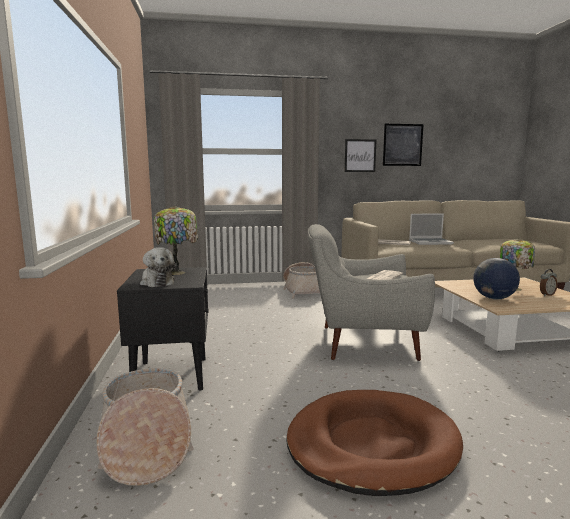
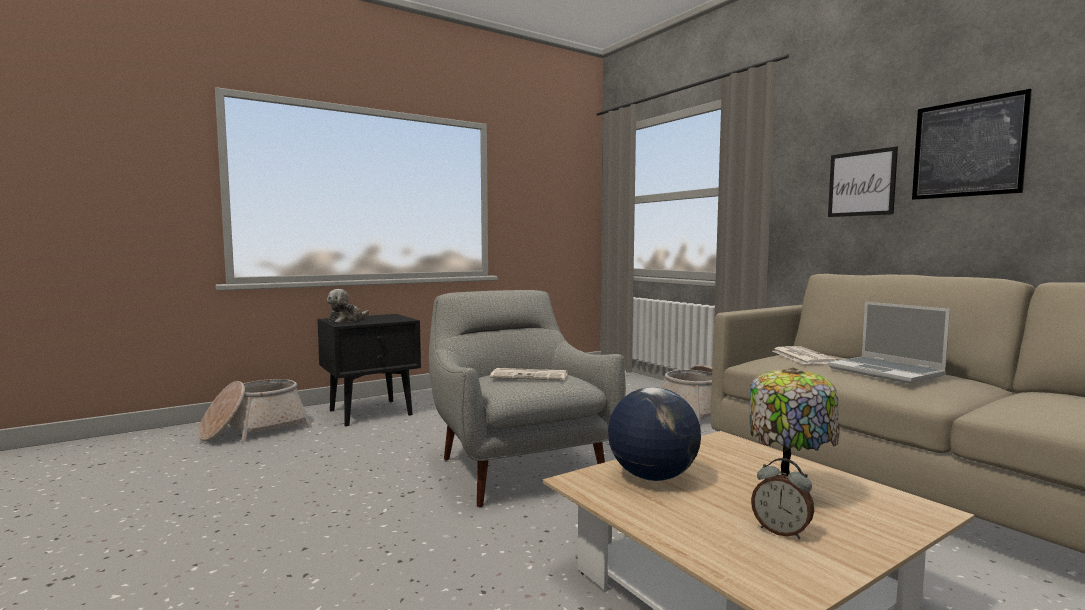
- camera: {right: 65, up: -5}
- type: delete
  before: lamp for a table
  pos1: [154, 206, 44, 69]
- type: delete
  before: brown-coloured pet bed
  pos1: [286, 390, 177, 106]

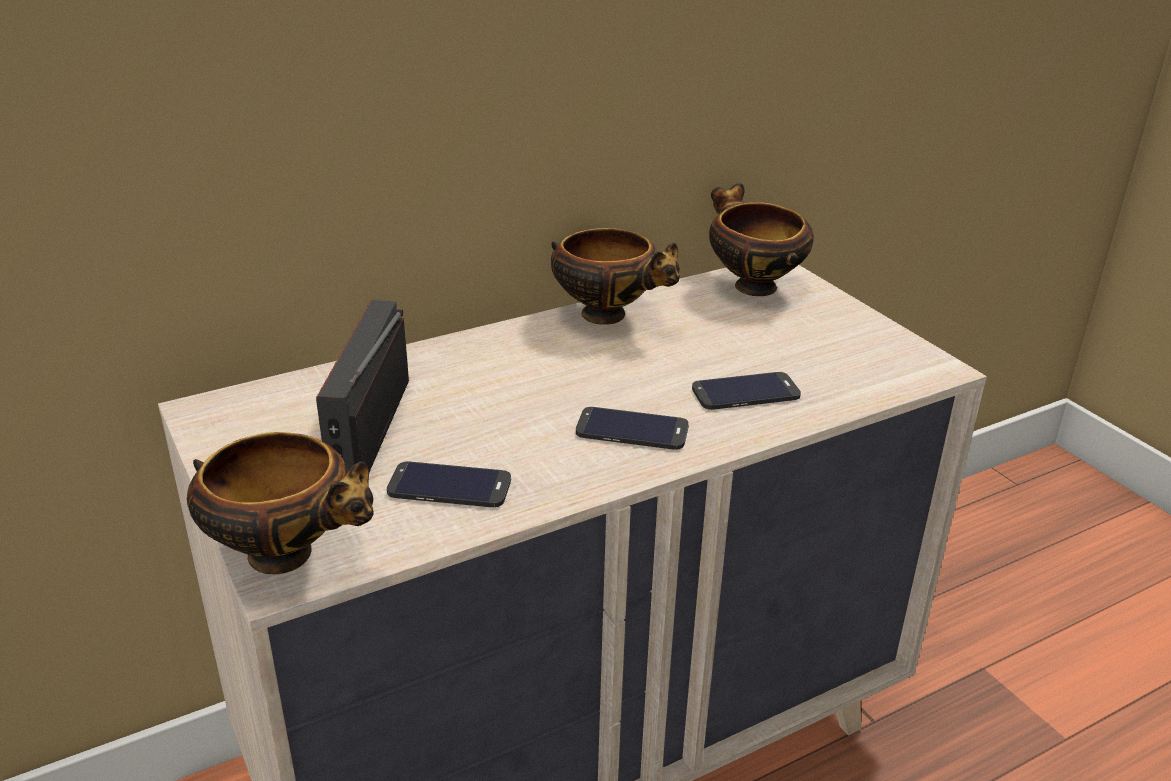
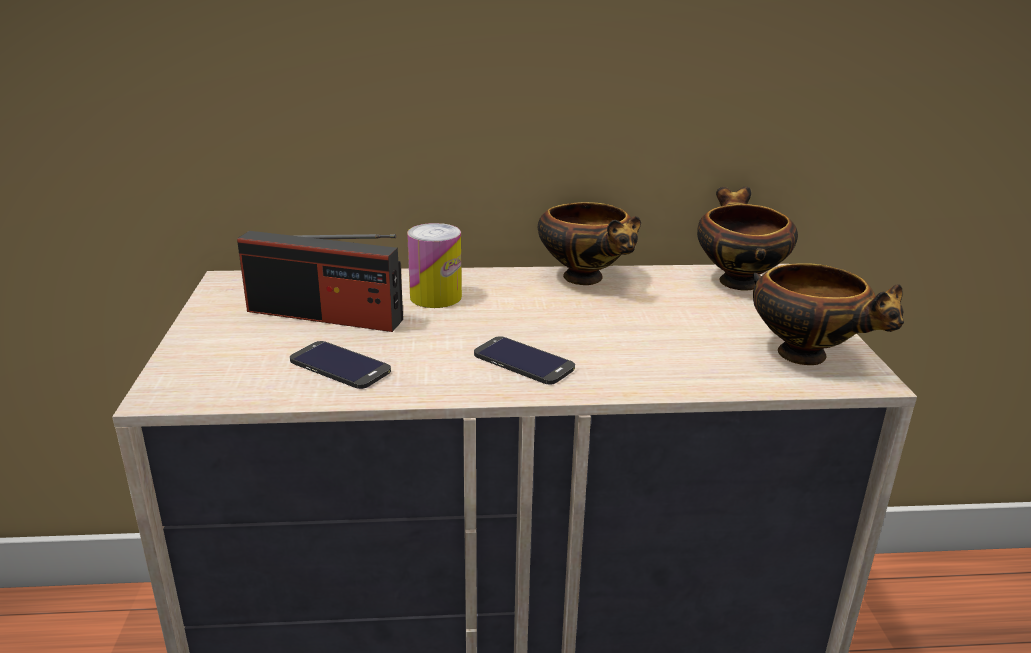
- camera: {right: 25, up: -5}
- type: move
  before: deep dish
  pos1: [187, 432, 187, 142]
  pos2: [753, 263, 151, 102]
- type: rotate
  before: radio set
  pos1: [316, 300, 93, 172]
  pos2: [237, 231, 166, 101]
  turn: -105
- type: delete
  before: handset
  pos1: [692, 372, 109, 38]
- type: insert
  after: can
  pos2: [407, 223, 55, 85]

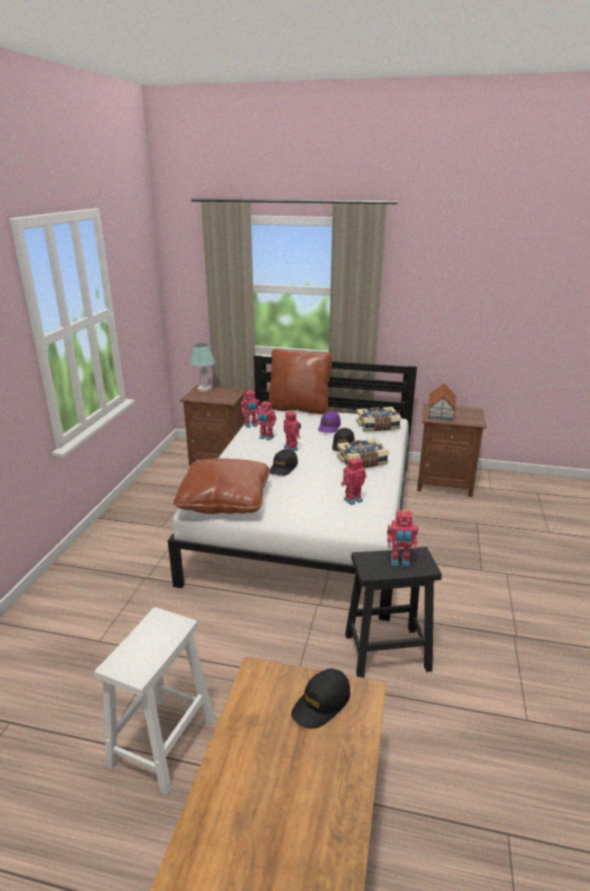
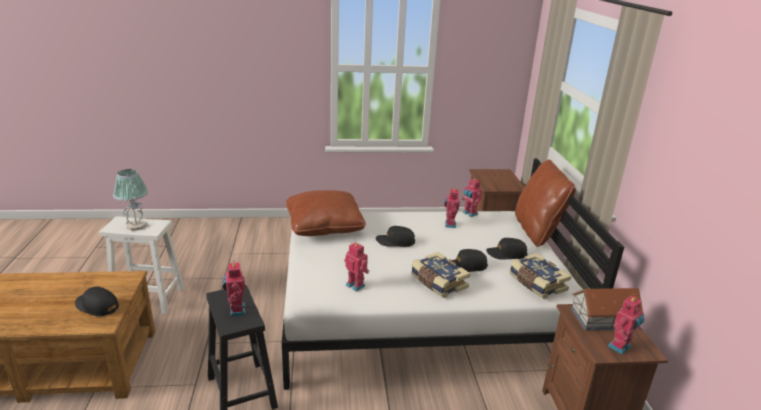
- camera: {right: 70, up: 0}
- type: move
  before: lamp for a table
  pos1: [190, 344, 25, 48]
  pos2: [113, 169, 35, 62]
- type: move
  before: toy robot
  pos1: [284, 411, 17, 40]
  pos2: [608, 296, 36, 59]
- type: recolor
  before: purple-coloured peaked cap
  after: blackish peaked cap
  pos1: [318, 411, 23, 22]
  pos2: [486, 238, 42, 21]

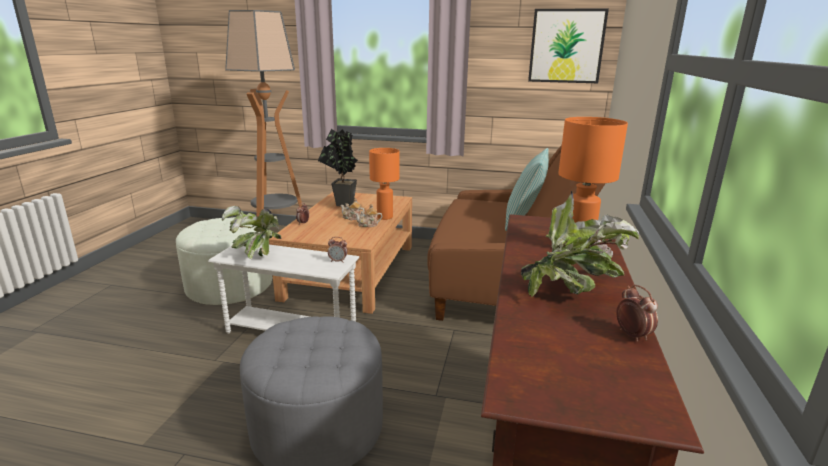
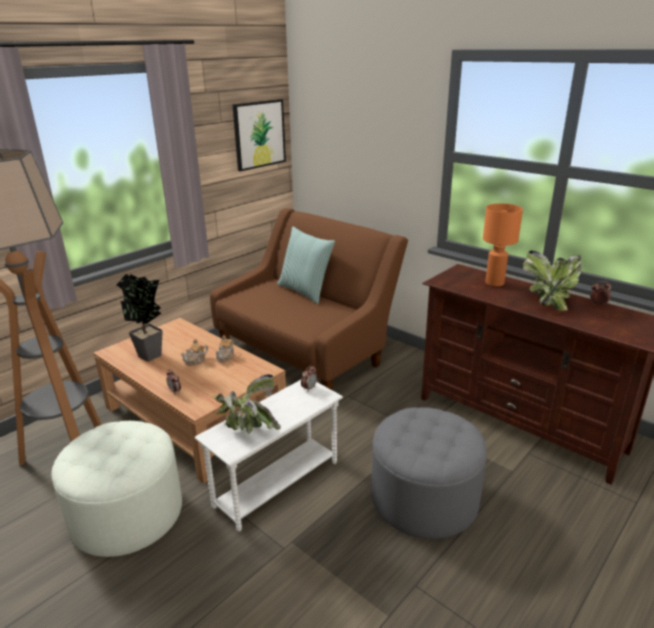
- camera: {right: -60, up: 5}
- type: delete
  before: orangey lamp for a table
  pos1: [369, 148, 31, 72]

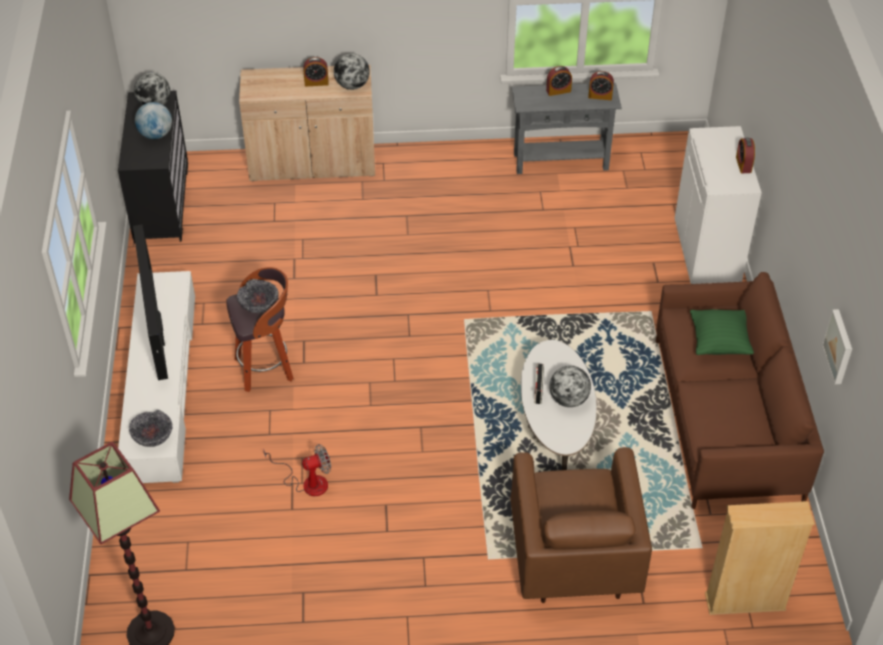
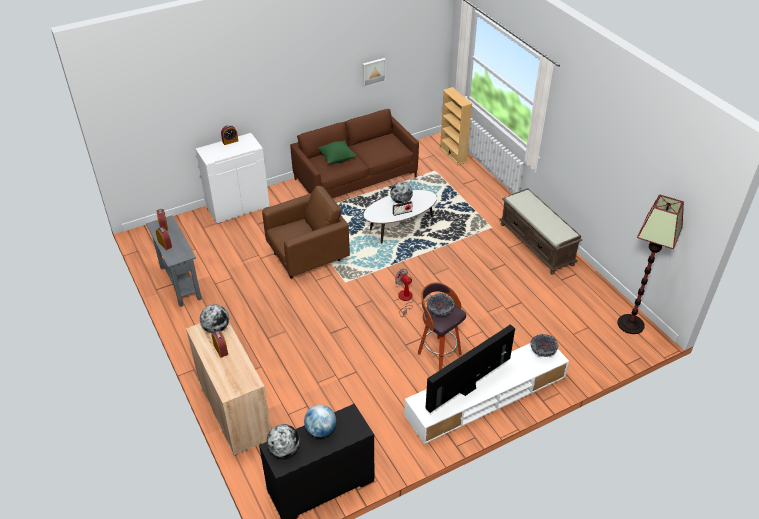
- camera: {right: -115, up: -5}
- type: move
  before: electric fan
  pos1: [263, 444, 68, 52]
  pos2: [395, 269, 19, 48]
- type: move
  before: brown-coloured lounge chair
  pos1: [510, 447, 142, 156]
  pos2: [262, 186, 88, 93]
- type: insert
  after: brown-coloured indoor bench
  pos2: [499, 188, 83, 87]

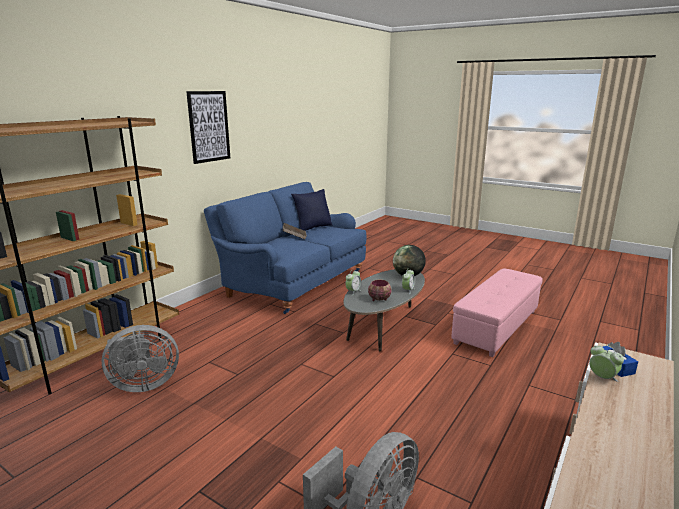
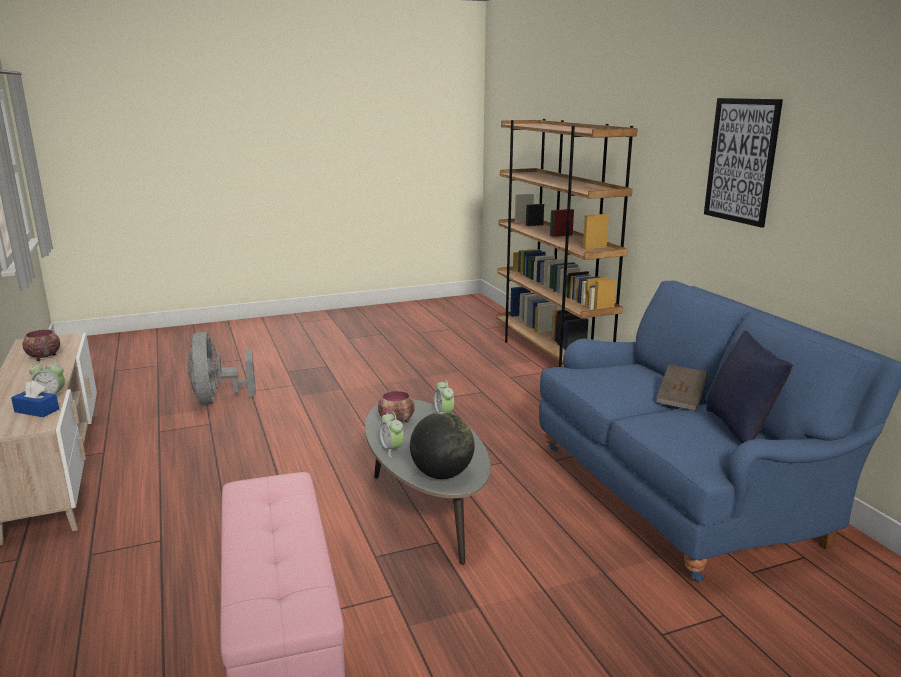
- camera: {right: 125, up: 0}
- type: delete
  before: greyish electric fan
  pos1: [101, 325, 78, 67]
- type: insert
  after: deep dish
  pos2: [22, 329, 38, 32]

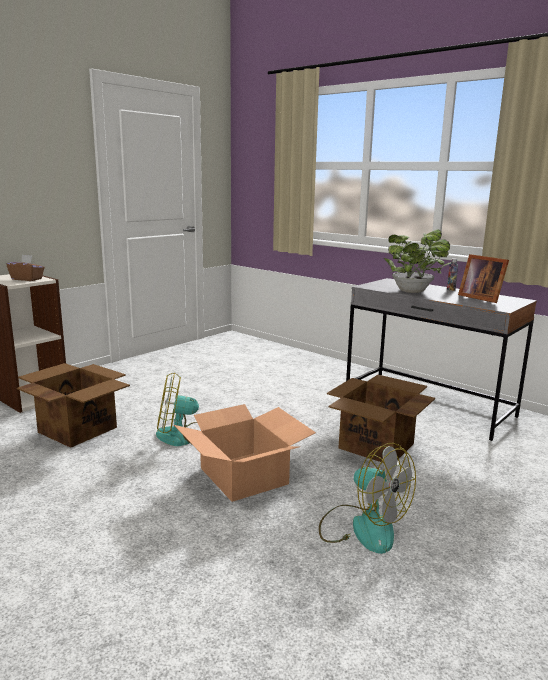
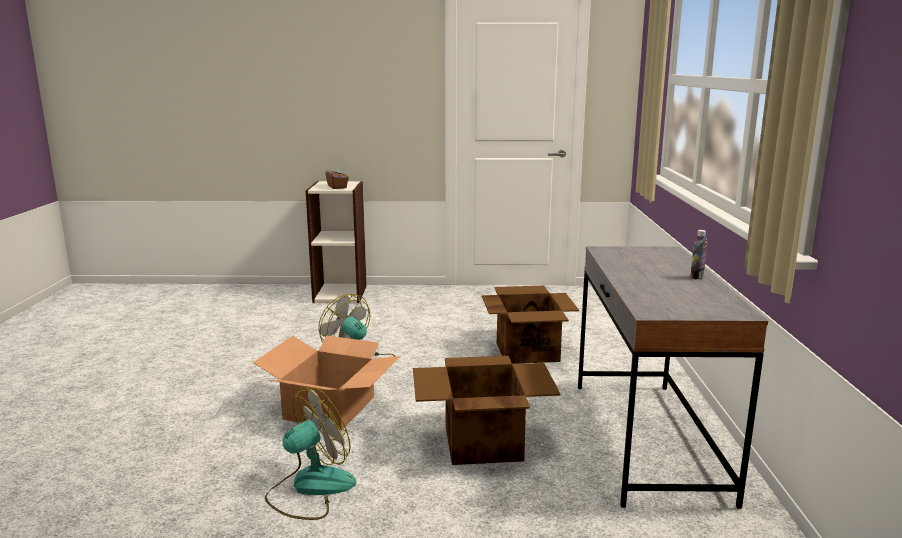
- camera: {right: 50, up: 0}
- type: move
  before: packing box
  pos1: [17, 363, 113, 85]
  pos2: [482, 286, 97, 78]
- type: rotate
  before: electric fan
  pos1: [319, 443, 97, 111]
  pos2: [265, 387, 91, 133]
  turn: -135
- type: delete
  before: houseplant
  pos1: [384, 229, 67, 64]
- type: delete
  before: picture frame
  pos1: [458, 254, 51, 49]

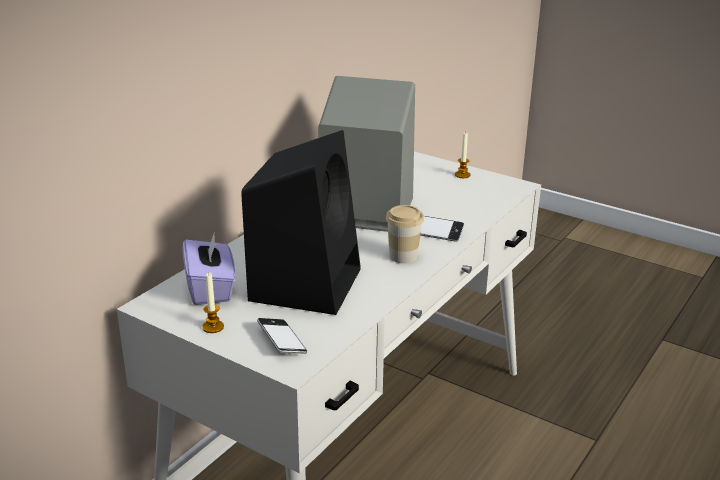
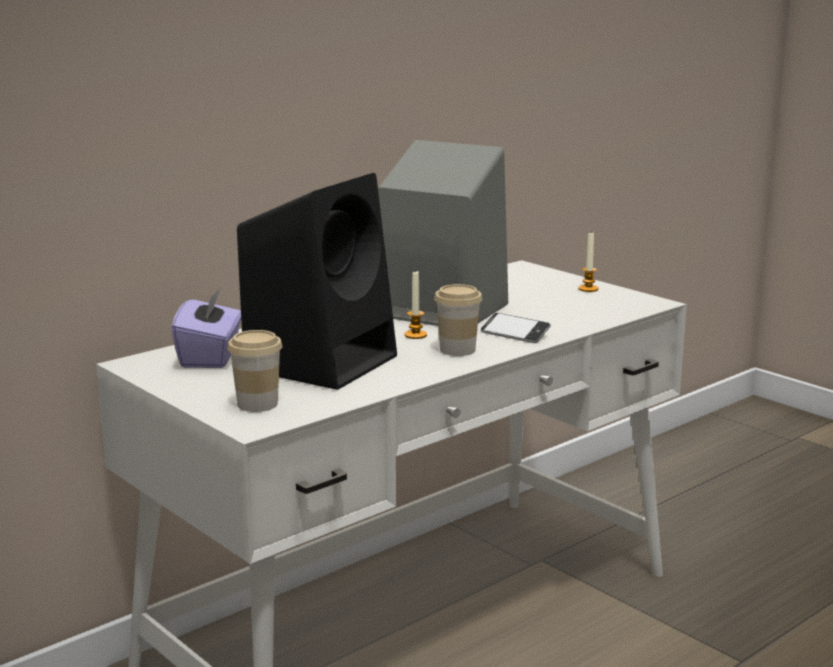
- camera: {right: 15, up: -10}
- type: move
  before: wax candle
  pos1: [202, 272, 22, 61]
  pos2: [404, 270, 23, 69]
- type: replace
  before: handset
  after: drinking cup
  pos1: [257, 318, 50, 36]
  pos2: [228, 330, 55, 82]

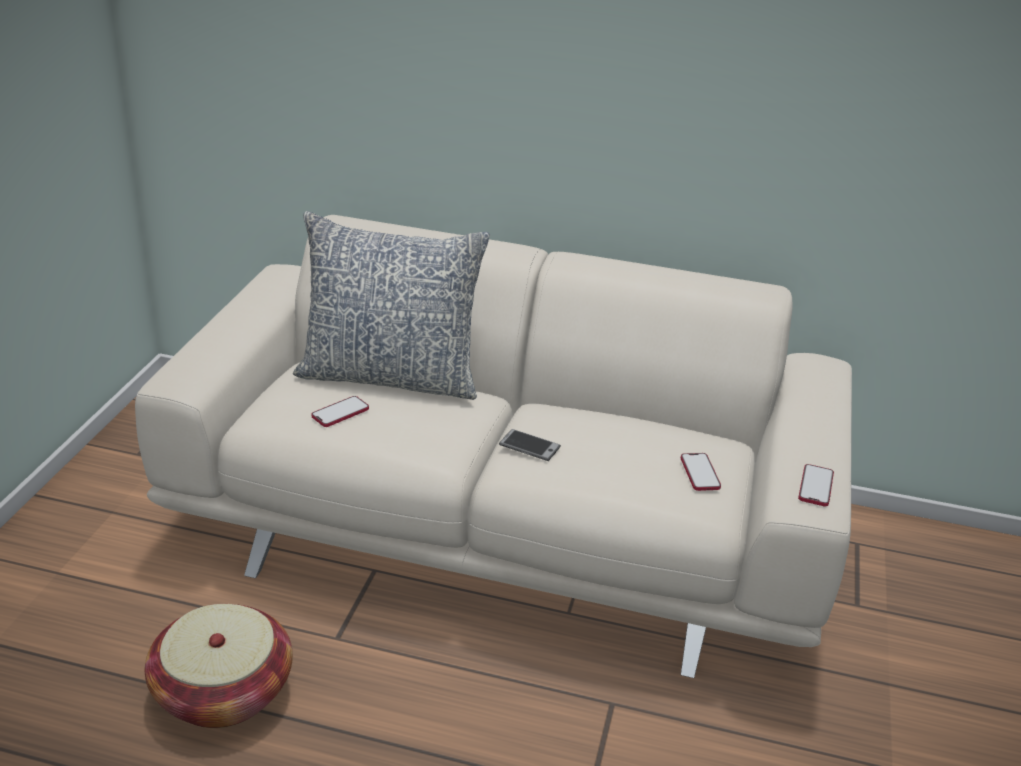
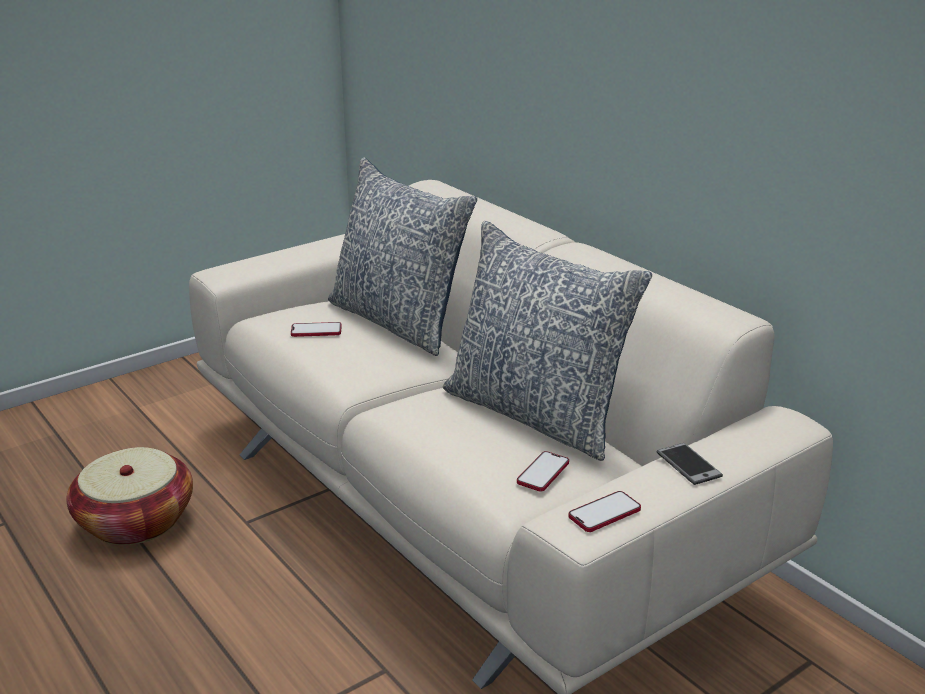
- camera: {right: 40, up: -5}
- type: move
  before: handset
  pos1: [499, 429, 62, 32]
  pos2: [657, 443, 66, 42]
- type: insert
  after: throw pillow
  pos2: [443, 221, 209, 240]

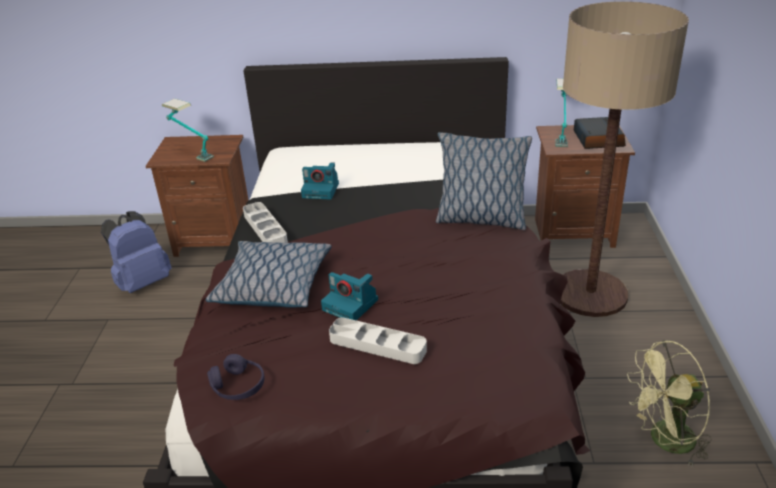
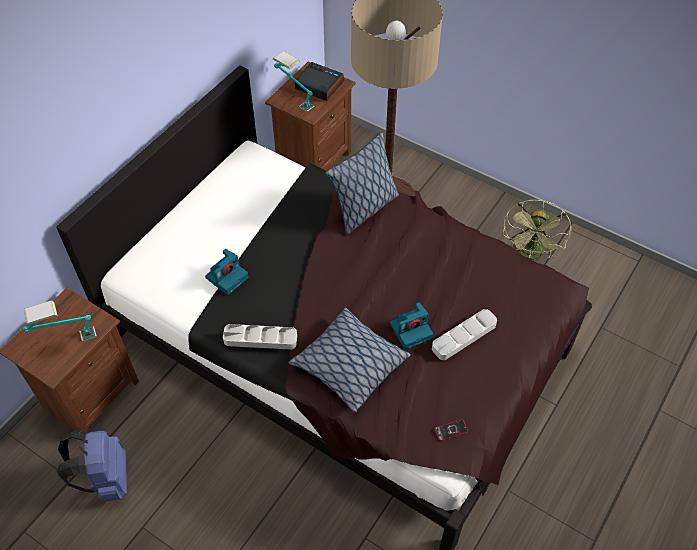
- camera: {right: -60, up: 20}
- type: replace
  before: purple-coloured pair of headphones
  after: handset
  pos1: [207, 354, 57, 46]
  pos2: [434, 419, 34, 22]

